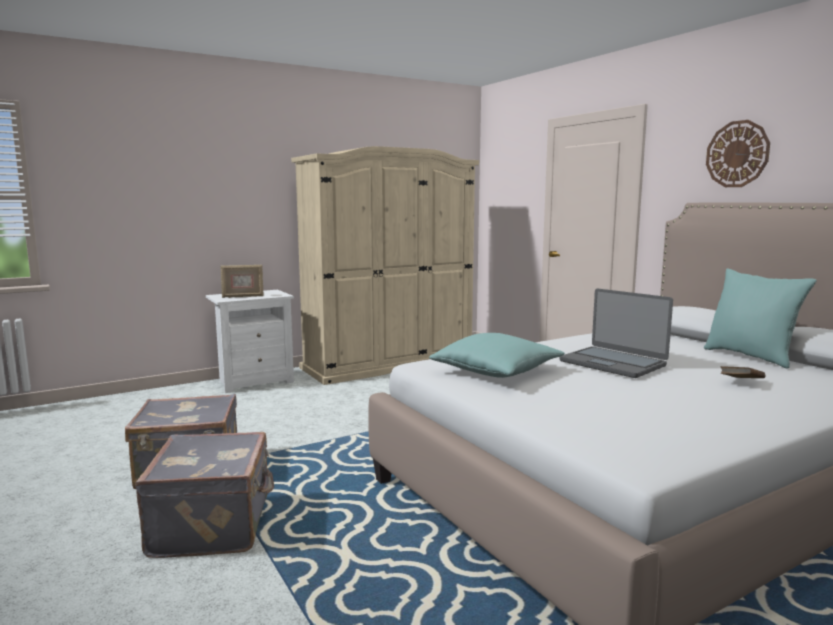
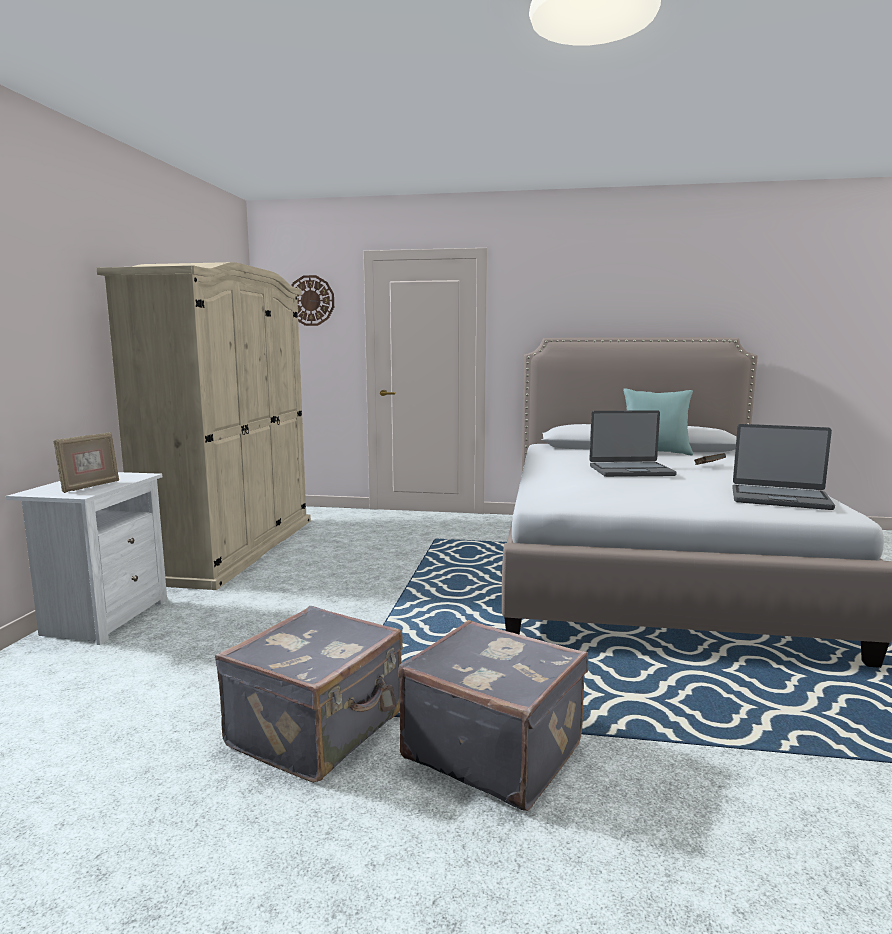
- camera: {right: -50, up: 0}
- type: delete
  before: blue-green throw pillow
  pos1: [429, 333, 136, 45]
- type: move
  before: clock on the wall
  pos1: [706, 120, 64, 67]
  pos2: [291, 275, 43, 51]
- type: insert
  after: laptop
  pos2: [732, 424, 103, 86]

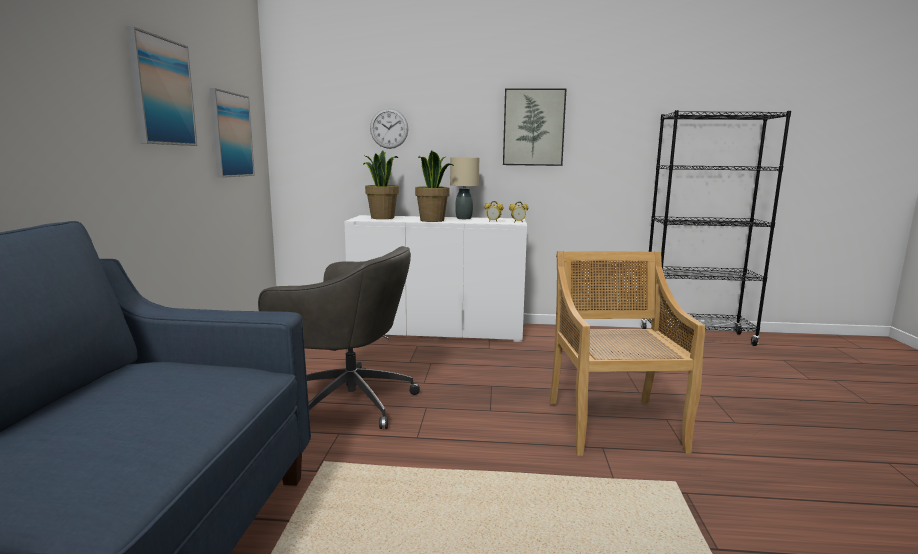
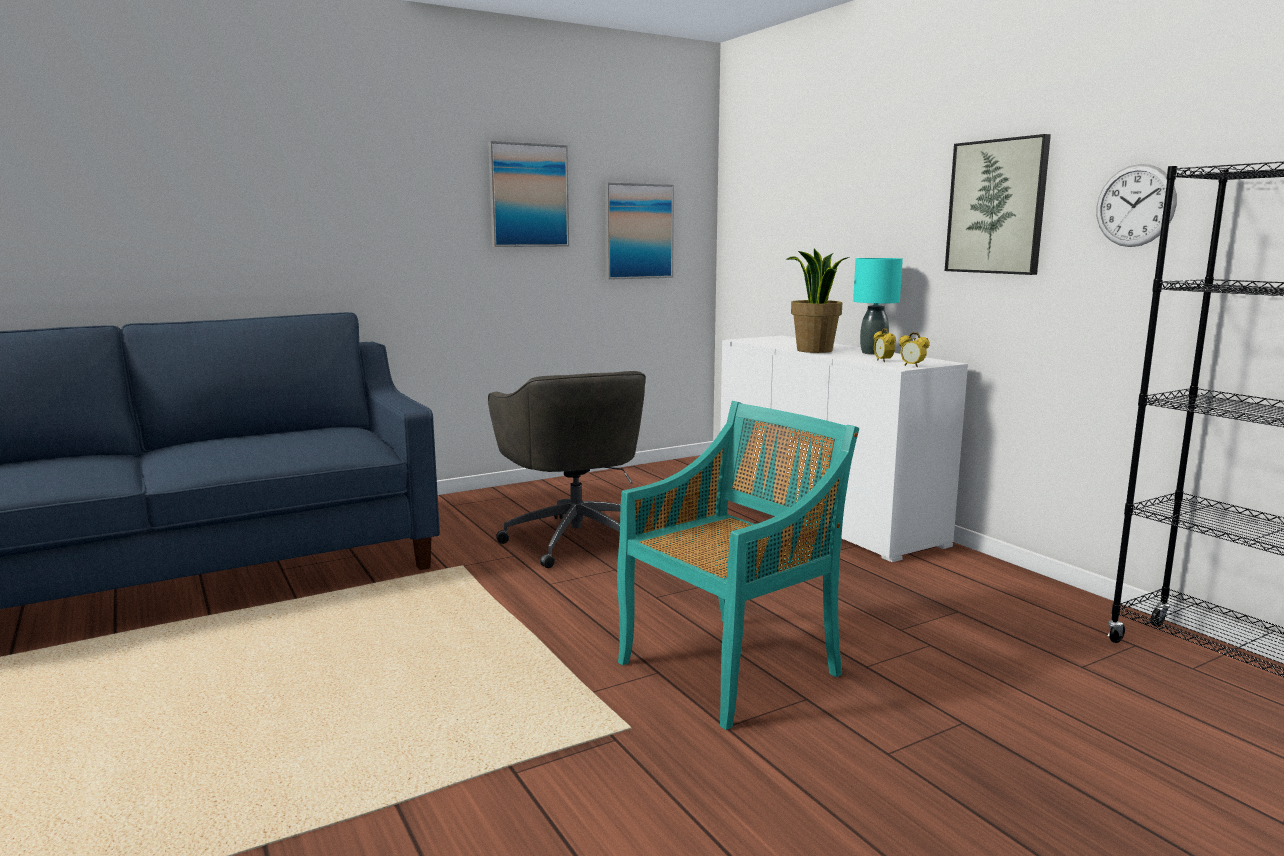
- camera: {right: 55, up: 0}
- type: delete
  before: houseplant
  pos1: [363, 151, 36, 68]
- type: move
  before: clock on the wall
  pos1: [370, 108, 38, 41]
  pos2: [1096, 164, 81, 83]
- type: recolor
  before: beige lamp for a table
  after: blue-green lamp for a table
  pos1: [450, 157, 29, 62]
  pos2: [853, 258, 50, 97]
- type: recolor
  before: beige plain chair
  after: blue-green plain chair
  pos1: [549, 251, 156, 205]
  pos2: [617, 401, 242, 329]

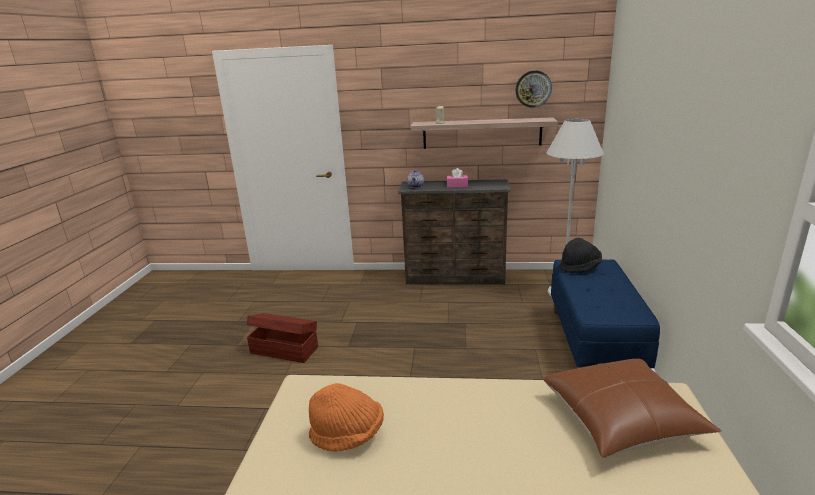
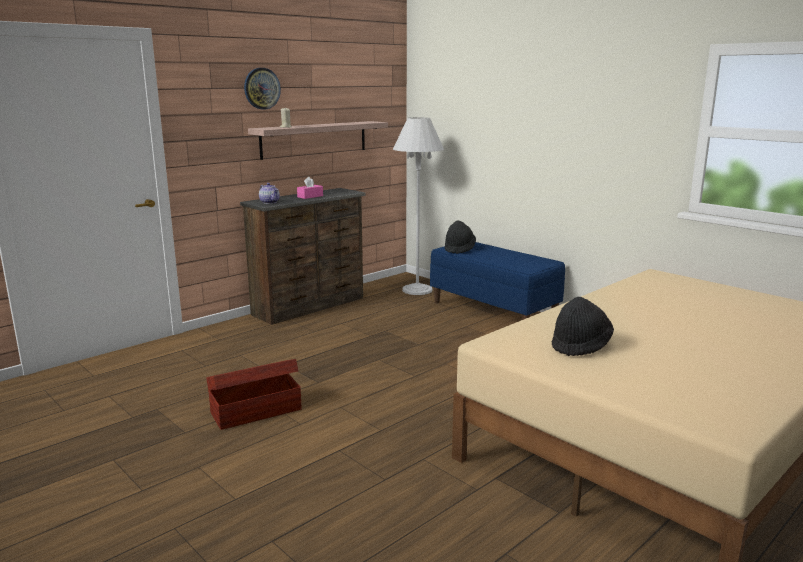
- camera: {right: -50, up: -5}
- type: recolor
  before: orangey wearable hat
  after: blackish wearable hat
  pos1: [309, 383, 75, 69]
  pos2: [552, 297, 62, 59]
- type: move
  before: clock on the wall
  pos1: [515, 70, 37, 38]
  pos2: [244, 68, 37, 42]
- type: delete
  before: brown-coloured throw pillow
  pos1: [543, 359, 179, 99]

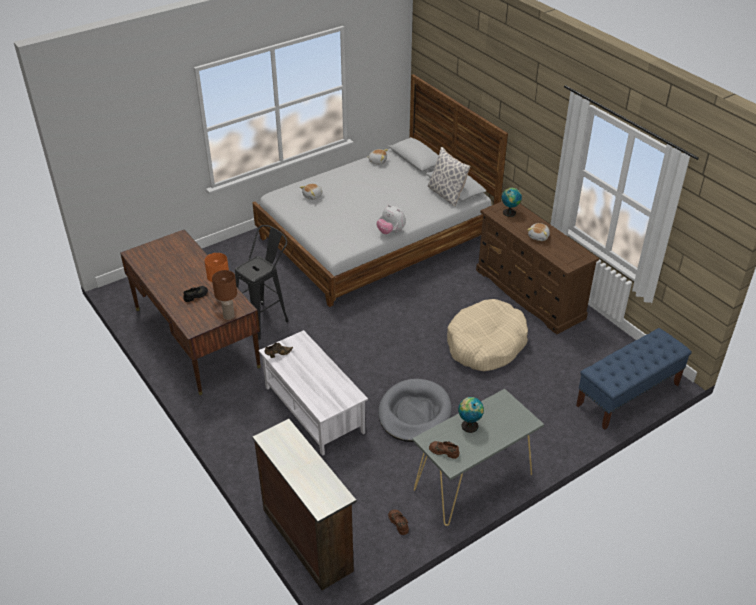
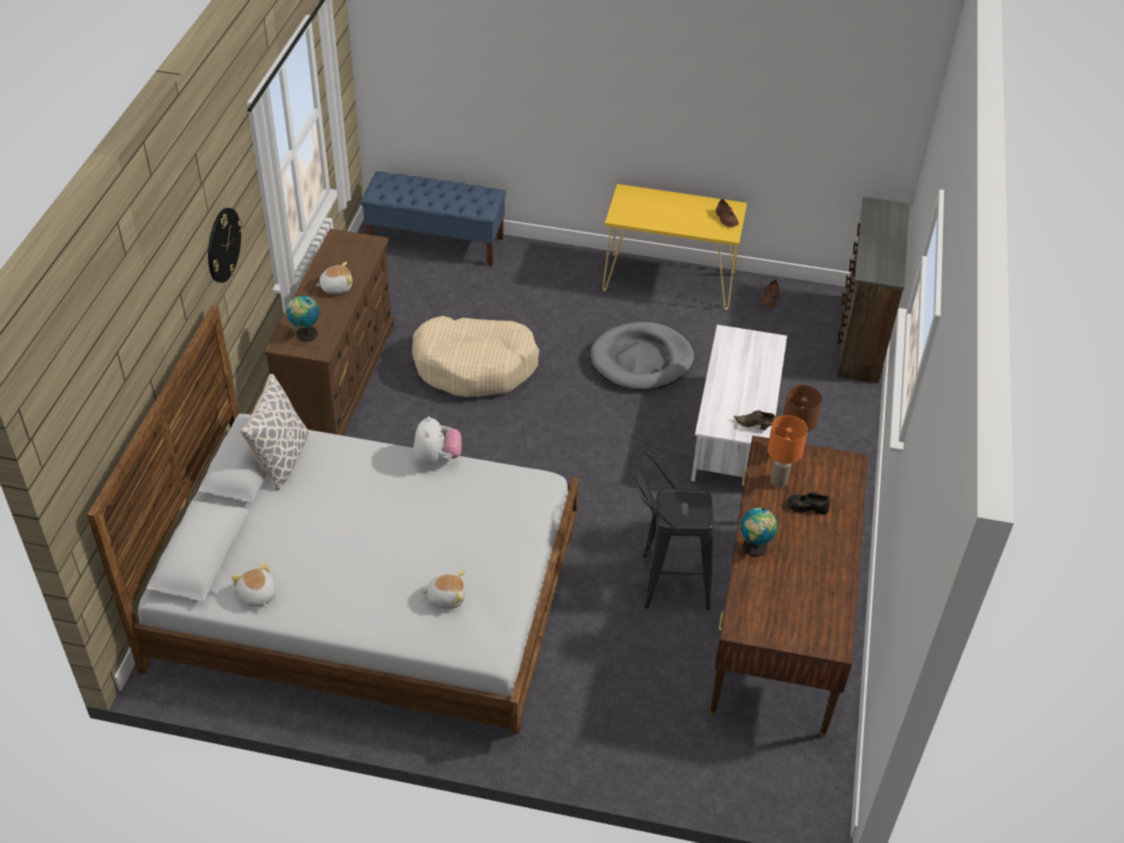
- camera: {right: -135, up: 5}
- type: recolor
  before: greyish narrow table
  after: yellow-coloured narrow table
  pos1: [412, 389, 132, 137]
  pos2: [603, 184, 144, 126]
- type: move
  before: world globe
  pos1: [458, 397, 26, 36]
  pos2: [740, 507, 38, 50]
- type: insert
  after: clock on the wall
  pos2: [208, 208, 35, 75]

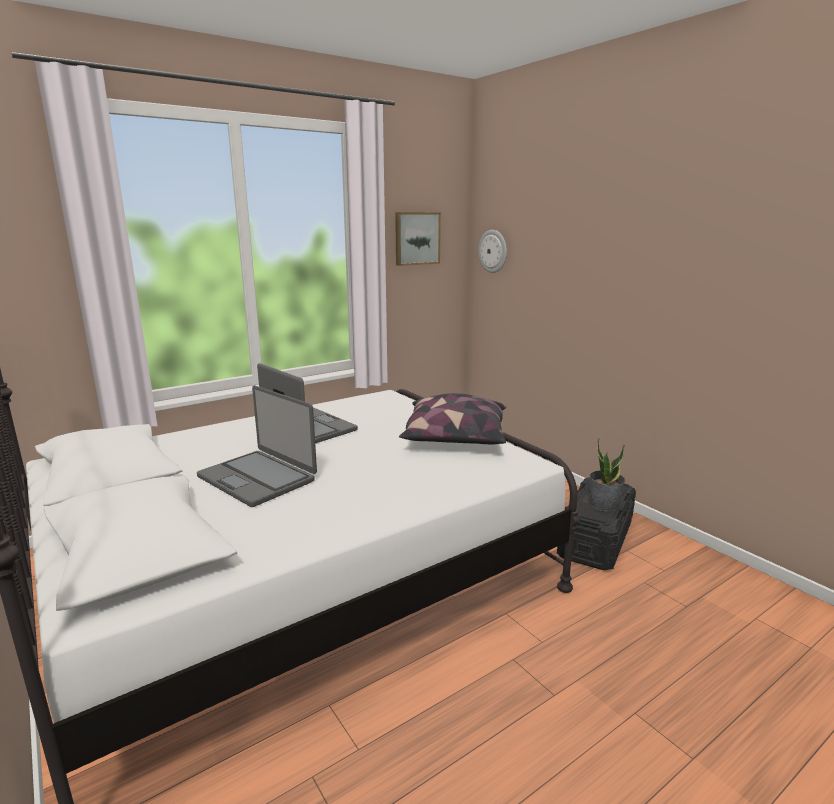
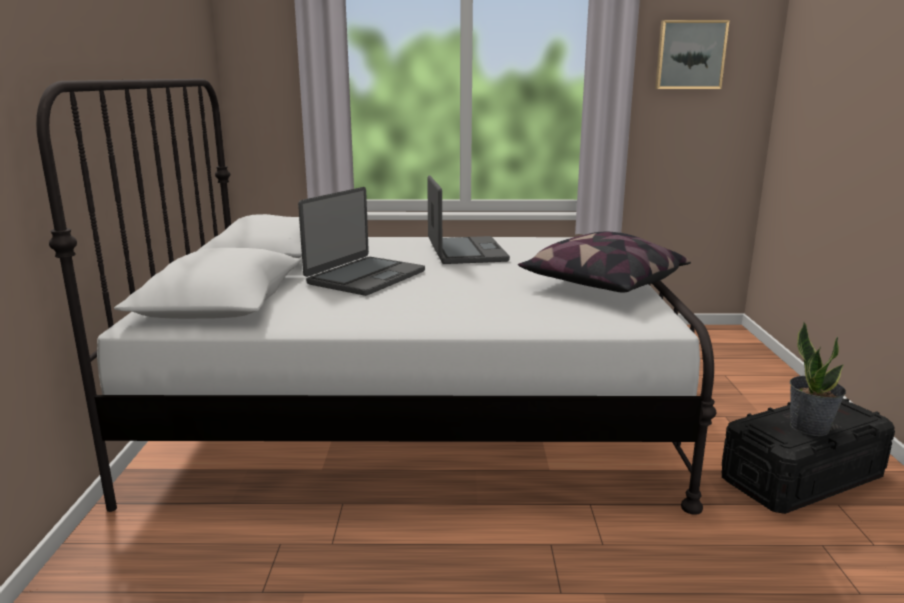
- camera: {right: 35, up: 0}
- type: rotate
  before: laptop
  pos1: [197, 385, 120, 122]
  pos2: [298, 187, 127, 109]
  turn: -135
- type: delete
  before: clock on the wall
  pos1: [478, 230, 29, 43]

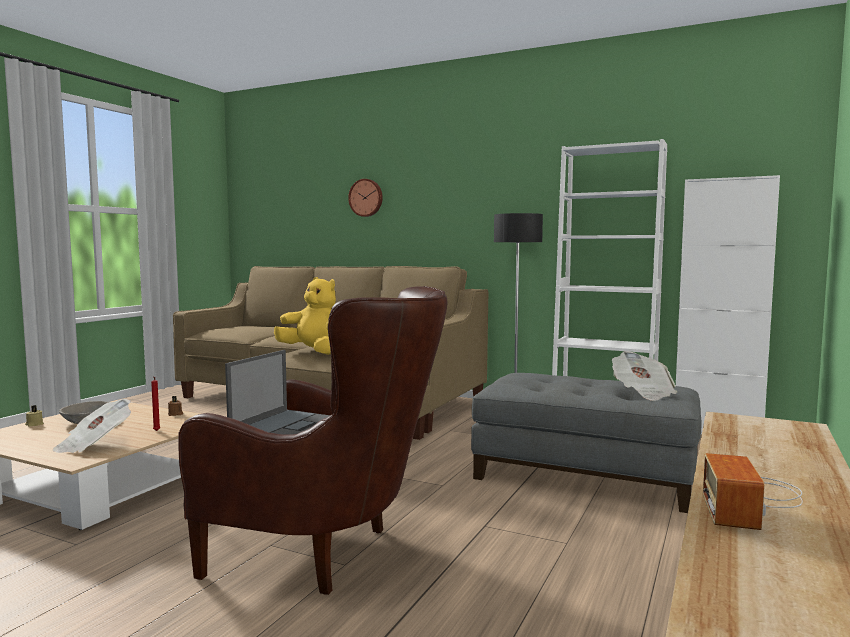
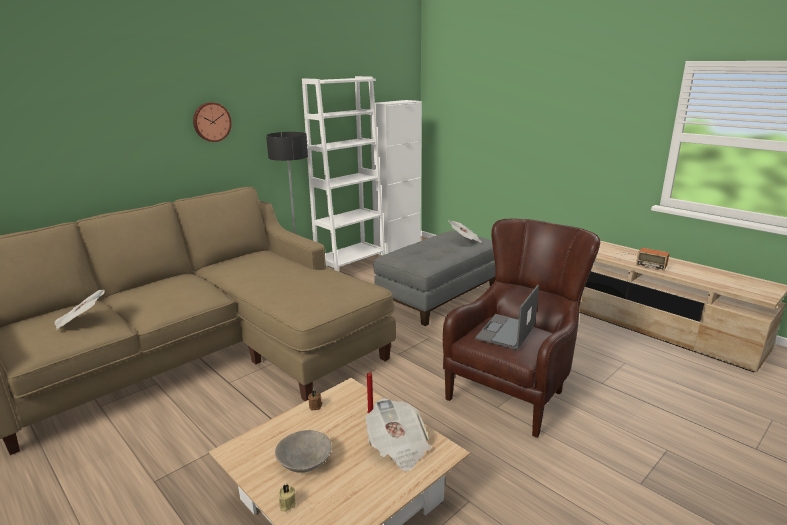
- camera: {right: -70, up: 15}
- type: rotate
  before: laptop
  pos1: [225, 350, 105, 85]
  pos2: [475, 285, 64, 65]
  turn: -105
- type: delete
  before: yellow-coloured plush toy
  pos1: [274, 277, 62, 78]
- type: move
  before: clock on the wall
  pos1: [348, 179, 35, 38]
  pos2: [193, 102, 39, 40]
- type: insert
  after: daily paper
  pos2: [55, 289, 50, 41]

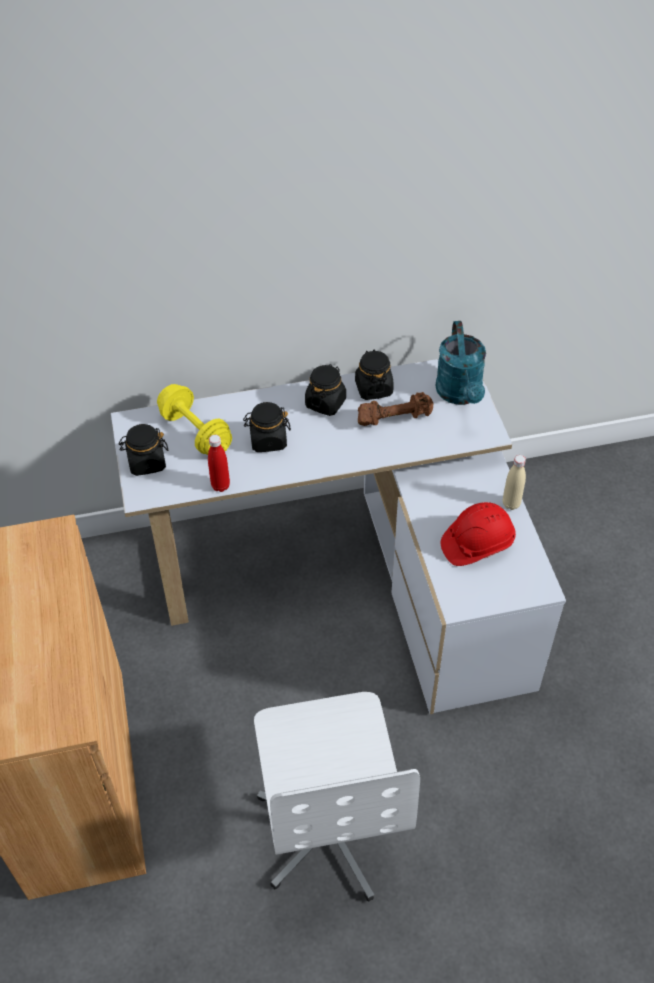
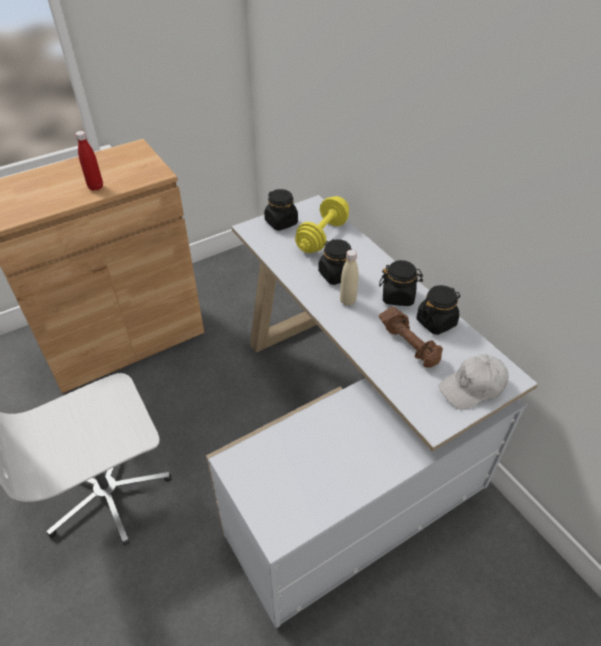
- camera: {right: 70, up: -5}
- type: move
  before: red-coloured beverage bottle
  pos1: [208, 435, 22, 57]
  pos2: [75, 131, 28, 60]
- type: replace
  before: blue-green watering can
  after: white peaked cap
  pos1: [435, 321, 51, 84]
  pos2: [439, 354, 69, 56]
- type: delete
  before: red-coloured hard hat
  pos1: [441, 502, 75, 64]
- type: move
  before: beige beverage bottle
  pos1: [503, 455, 23, 55]
  pos2: [340, 250, 19, 56]

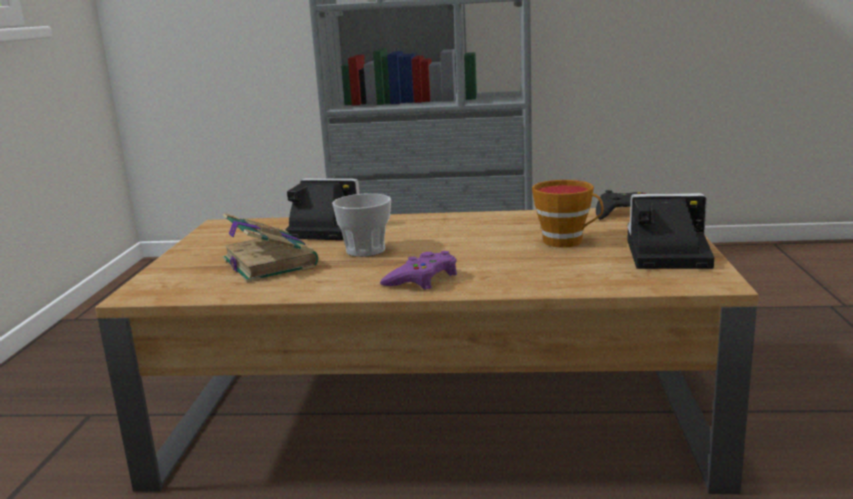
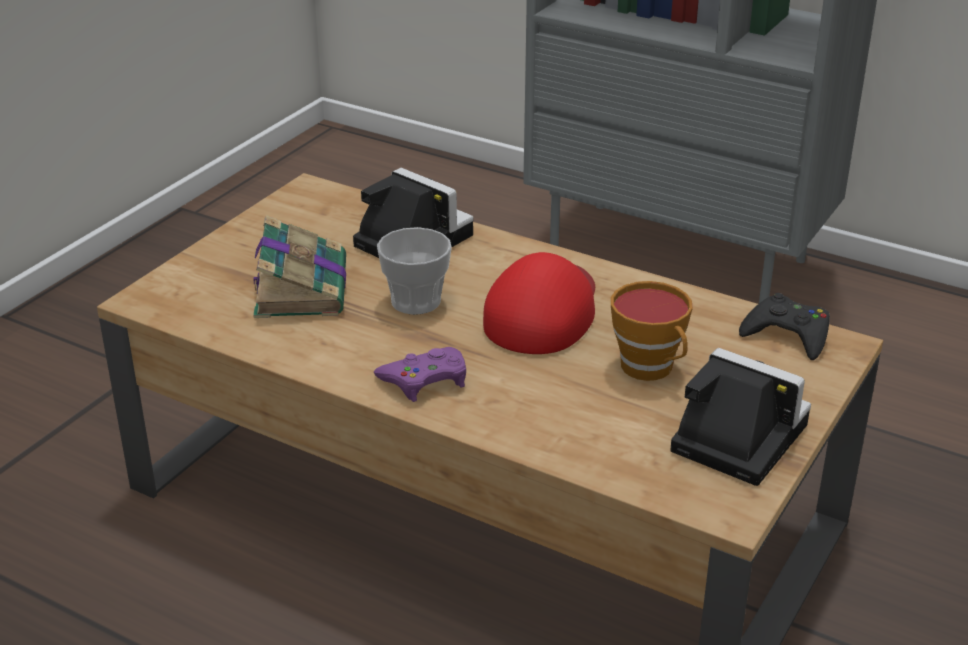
- camera: {right: 25, up: 15}
- type: insert
  after: red-coloured peaked cap
  pos2: [483, 252, 112, 102]

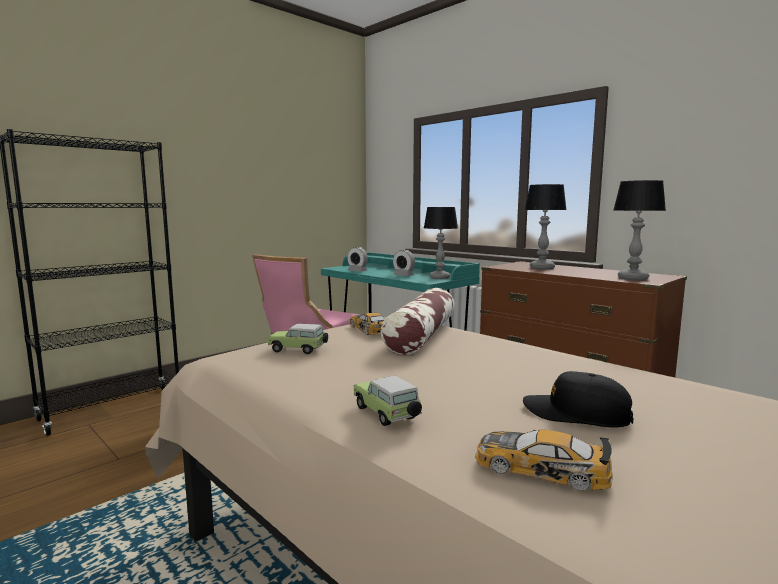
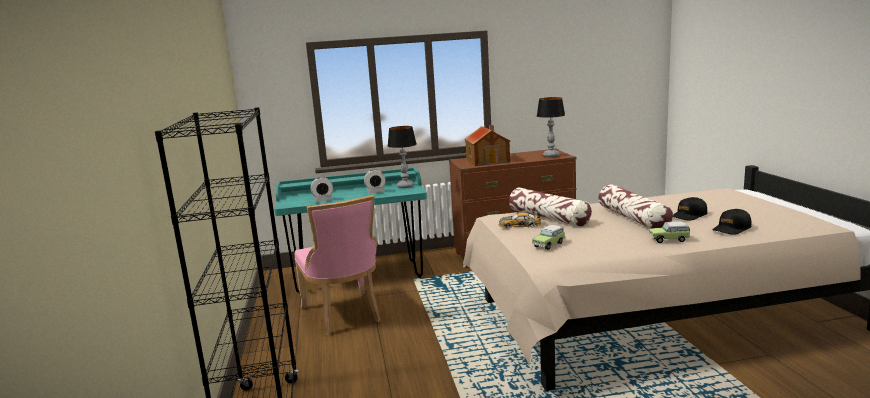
- camera: {right: -55, up: 5}
- type: replace
  before: toy car
  after: blackish peaked cap
  pos1: [475, 430, 138, 61]
  pos2: [712, 209, 39, 26]
- type: replace
  before: lamp for a table
  after: miniature house
  pos1: [524, 184, 43, 85]
  pos2: [465, 125, 45, 41]
- type: insert
  after: throw pillow
  pos2: [598, 185, 75, 44]

